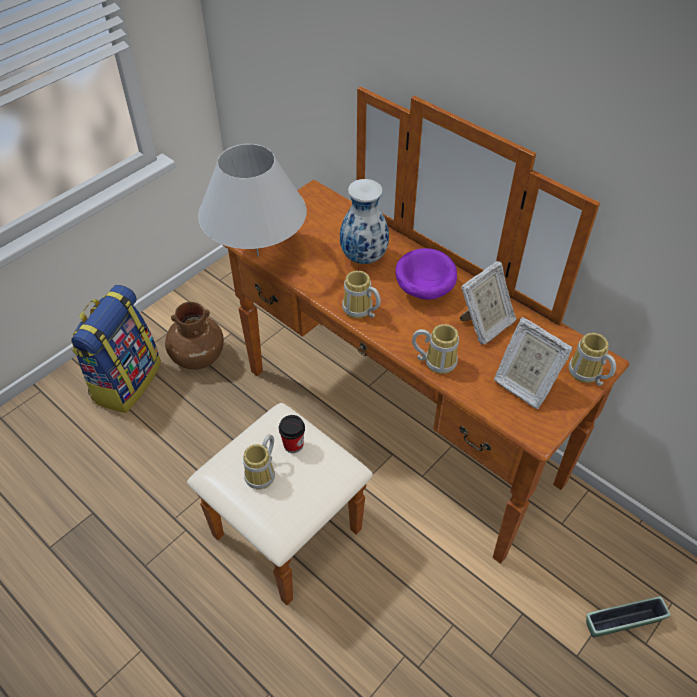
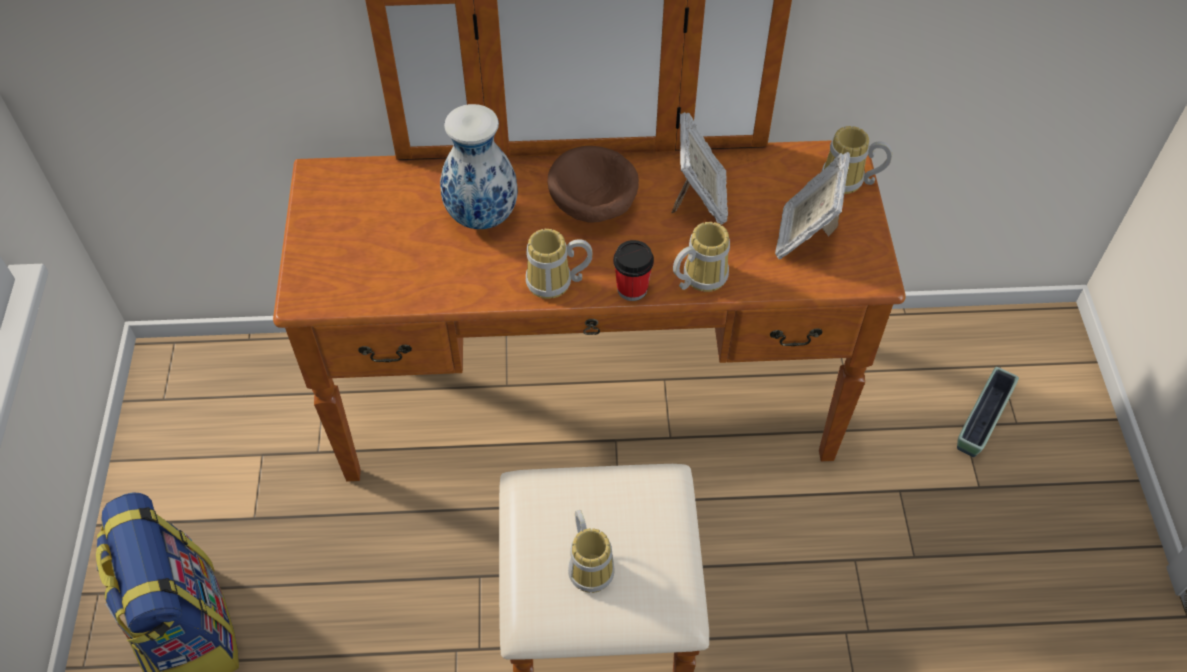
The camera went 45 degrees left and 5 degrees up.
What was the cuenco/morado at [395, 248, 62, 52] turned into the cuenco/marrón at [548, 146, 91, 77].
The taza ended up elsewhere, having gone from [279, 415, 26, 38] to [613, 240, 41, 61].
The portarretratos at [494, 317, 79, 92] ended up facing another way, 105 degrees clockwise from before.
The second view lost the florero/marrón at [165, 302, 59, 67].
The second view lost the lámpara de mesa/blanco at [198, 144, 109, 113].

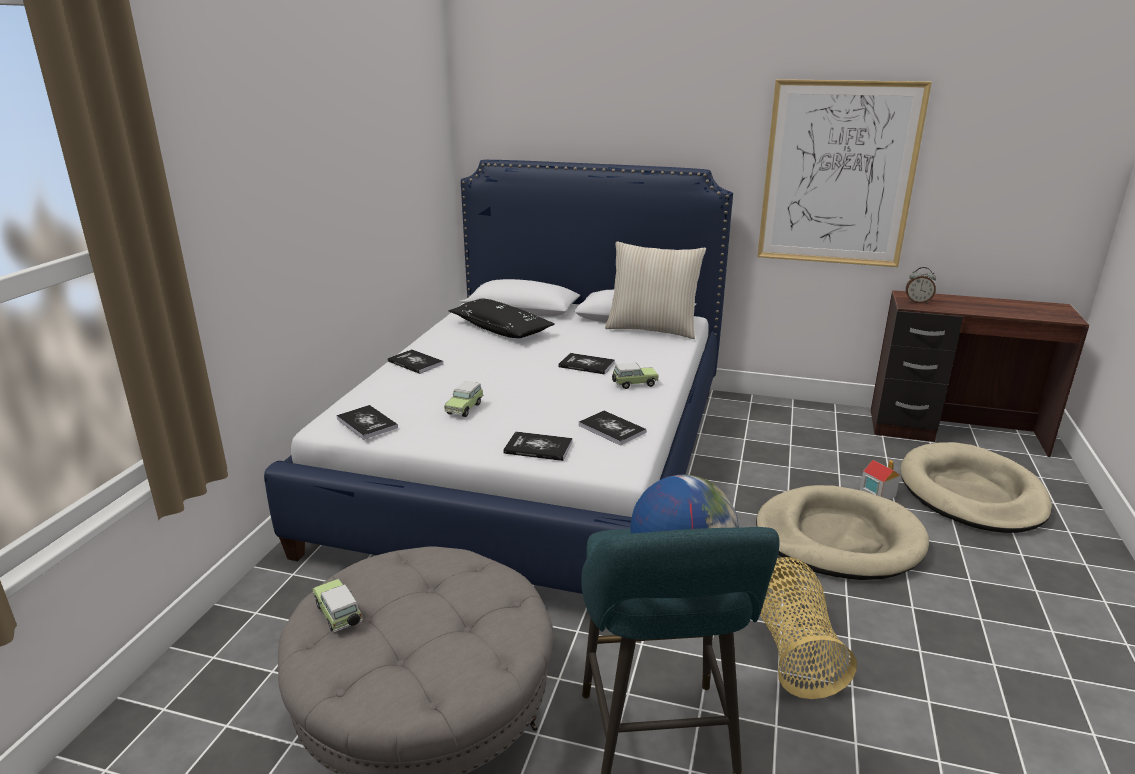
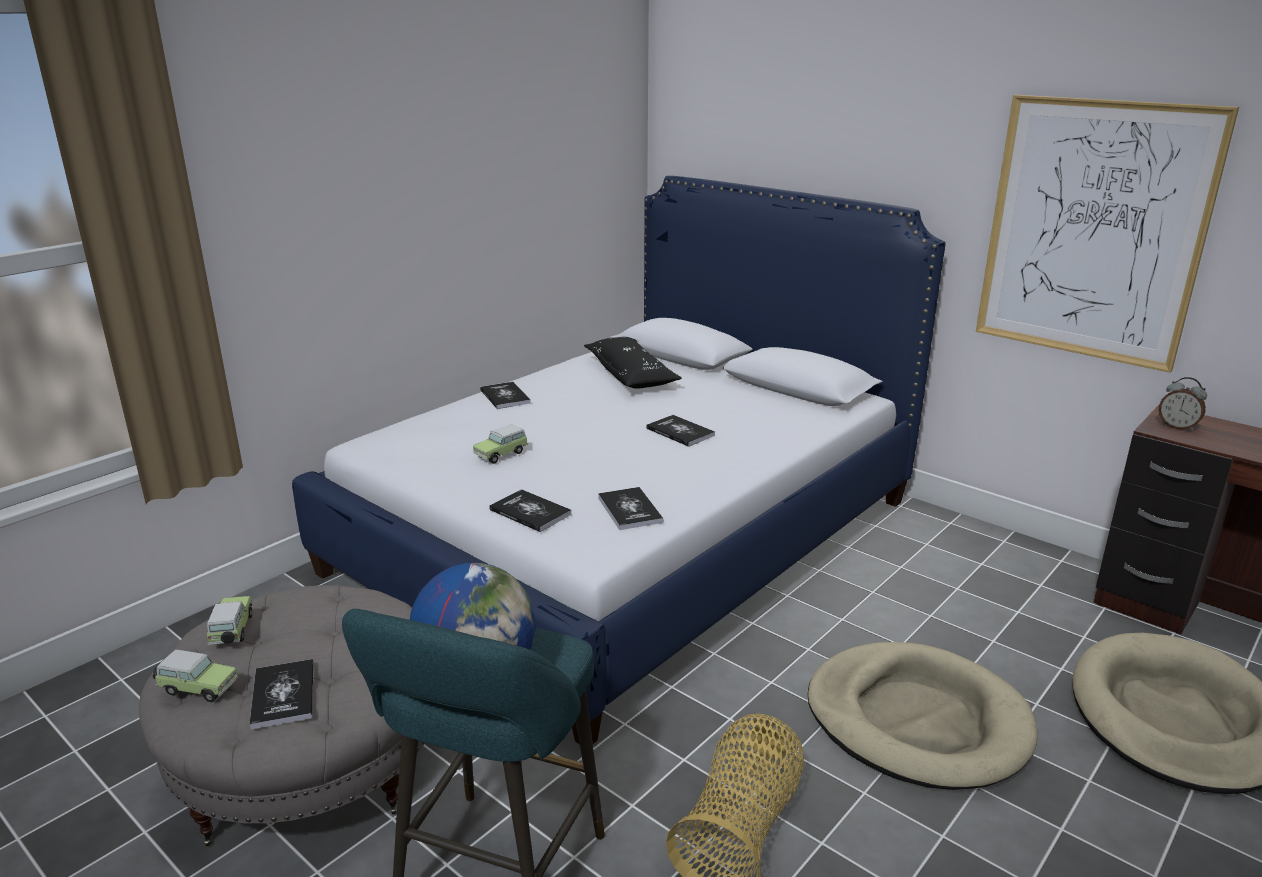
The camera went 25 degrees right and 0 degrees up.
The coche de juguete ended up elsewhere, having gone from [612, 363, 47, 26] to [153, 650, 85, 52].
The libro ended up elsewhere, having gone from [336, 405, 62, 35] to [250, 659, 64, 70].
The second view lost the cojín/beis at [605, 241, 101, 98].
The second view lost the casita at [860, 460, 40, 39].

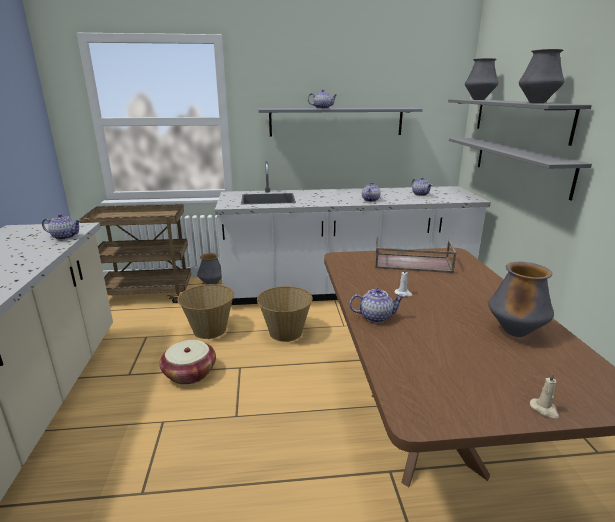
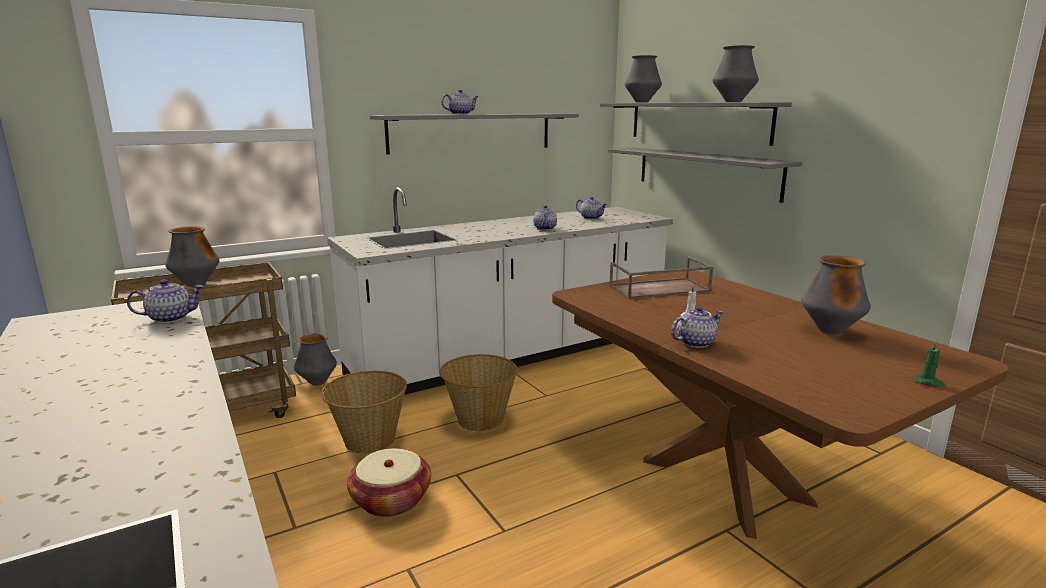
The camera went 25 degrees left and 5 degrees down.
The second view gained the florero at [165, 226, 54, 61].
What was the vela/beis at [530, 372, 29, 47] turned into the vela/verde at [913, 341, 32, 46].

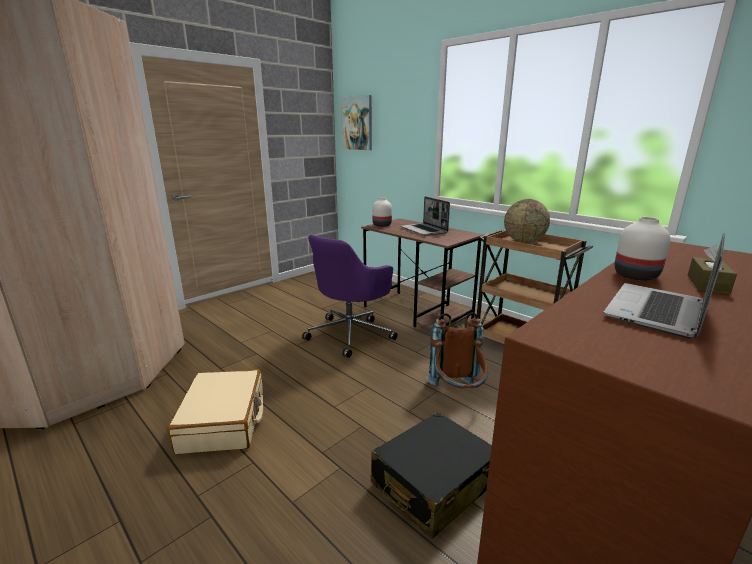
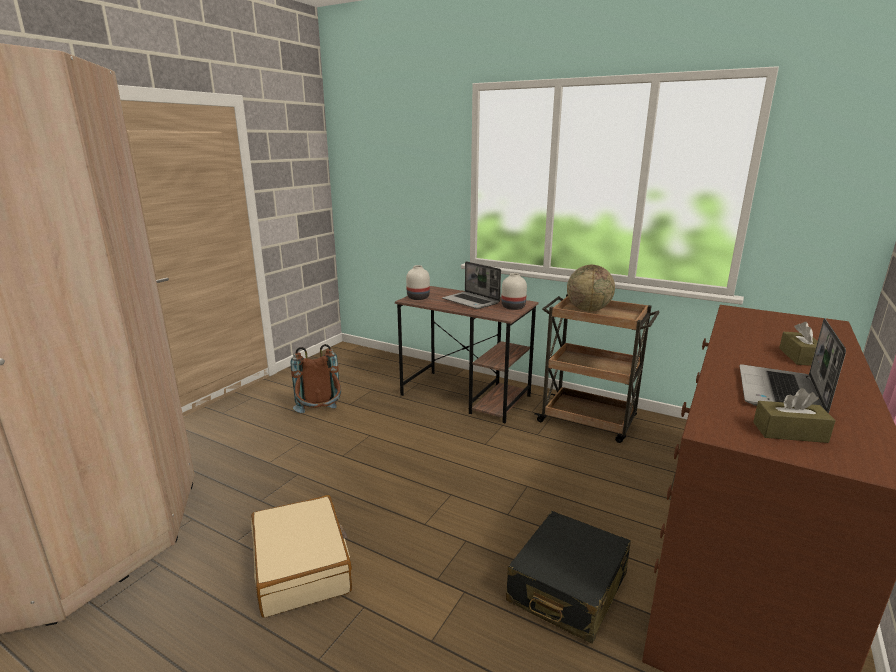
The camera went 15 degrees left and 0 degrees up.
The mochila/marrón ended up elsewhere, having gone from [426, 312, 62, 76] to [290, 344, 51, 69].
The florero/blanco ended up elsewhere, having gone from [615, 217, 55, 64] to [501, 273, 26, 37].
The second view gained the caja de pañuelos/marrón at [753, 388, 83, 55].
The second view lost the silla de oficina/morado at [302, 235, 95, 123].
The second view lost the cuadro at [341, 95, 31, 55].

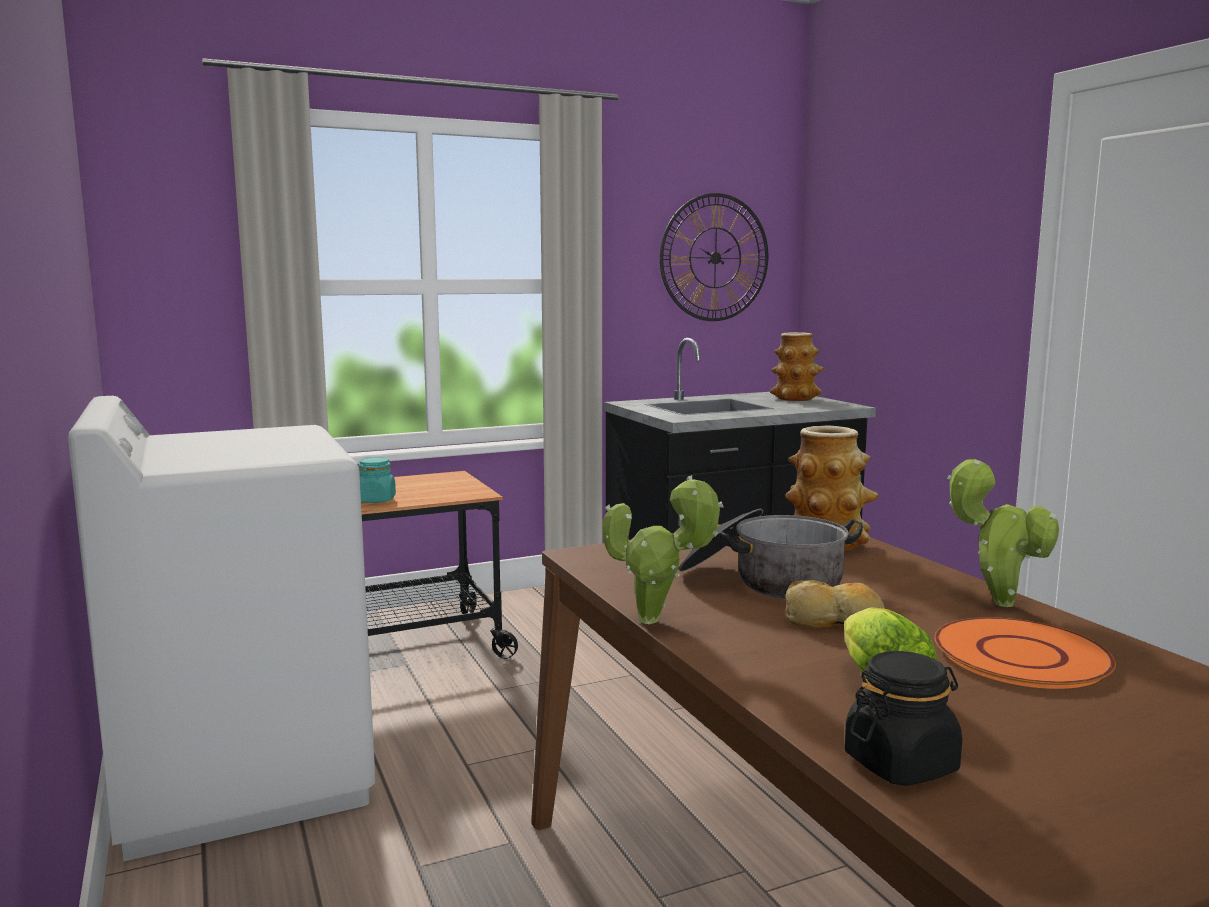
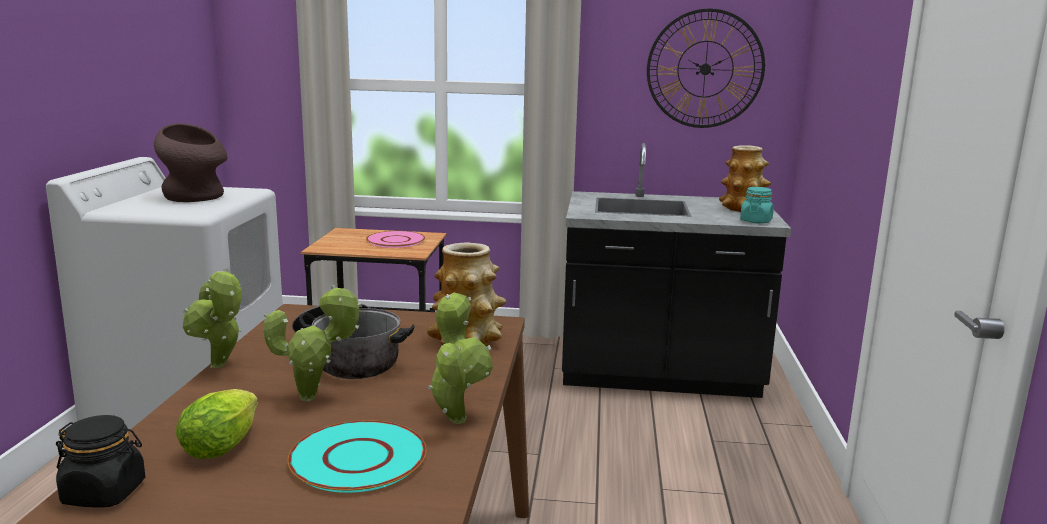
The camera went 30 degrees right and 5 degrees up.
The second view gained the florero/marrón at [154, 123, 74, 79].
Where the pan stood at [785, 580, 100, 48], the planta en maceta came to stand at [263, 285, 99, 117].
What was the plato/naranja at [934, 617, 182, 72] turned into the plato/turquesa at [288, 420, 139, 73].
The second view gained the plato/rosa at [366, 231, 59, 17].
The tarro/turquesa ended up elsewhere, having gone from [358, 457, 38, 46] to [740, 187, 34, 36].

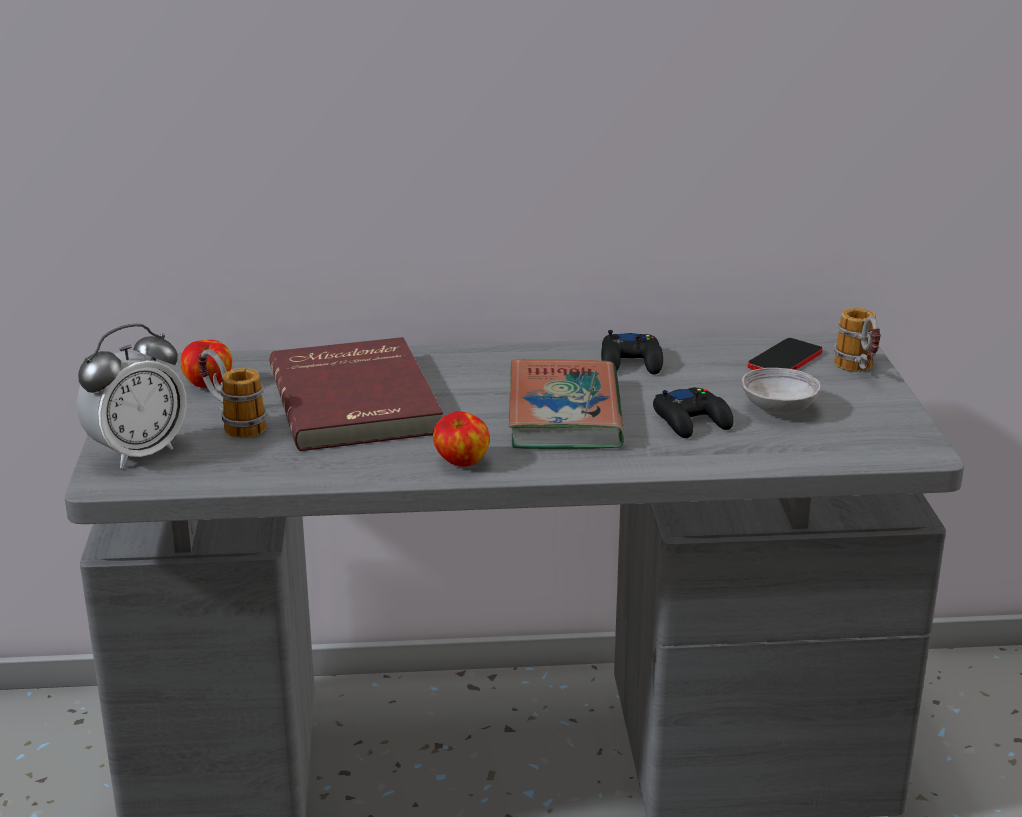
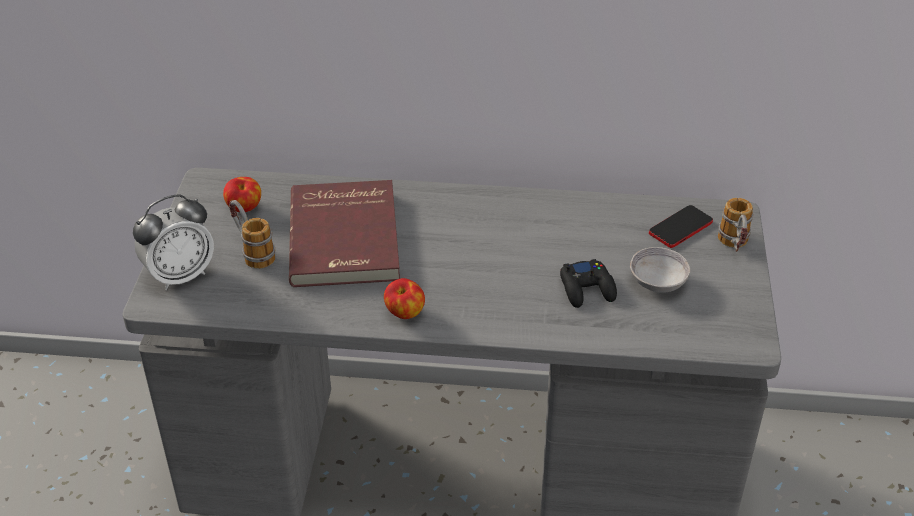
The camera went 10 degrees right and 15 degrees up.
The second view lost the libro at [509, 359, 115, 90].
The second view lost the mando de consola/negro at [601, 330, 62, 44].

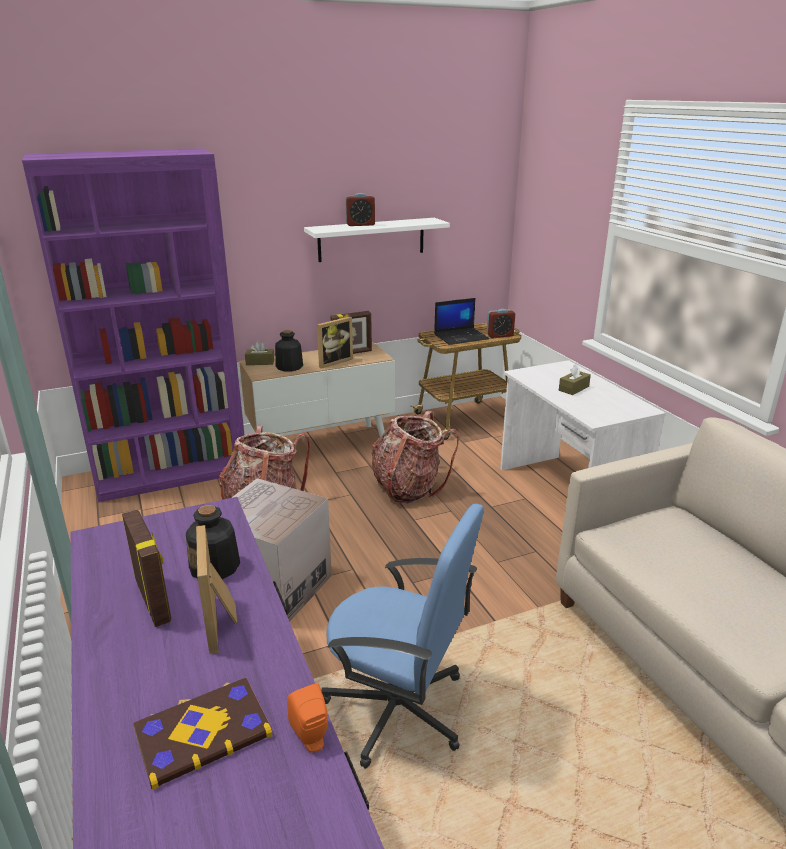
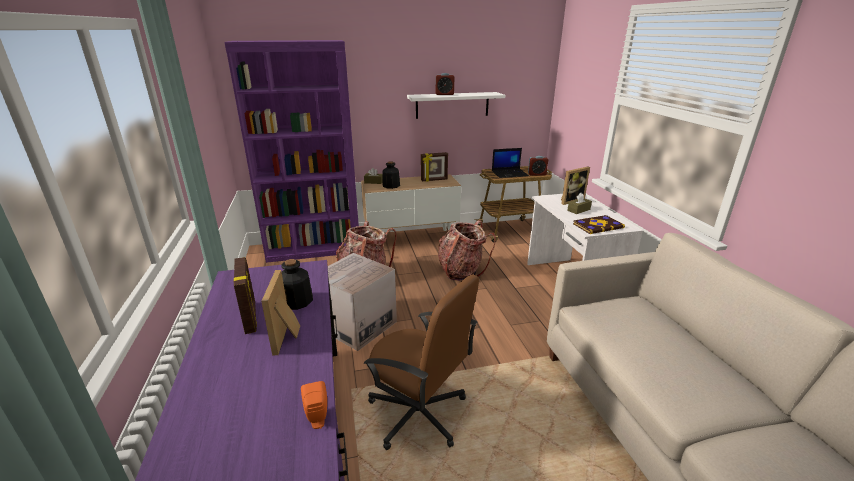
The camera went 10 degrees right and 0 degrees up.
What was the silla de oficina/azul at [321, 504, 163, 265] turned into the silla de oficina/marrón at [364, 275, 115, 175].
The portarretratos ended up elsewhere, having gone from [317, 316, 36, 53] to [561, 166, 29, 39].
The libro ended up elsewhere, having gone from [133, 678, 140, 111] to [573, 215, 52, 19].

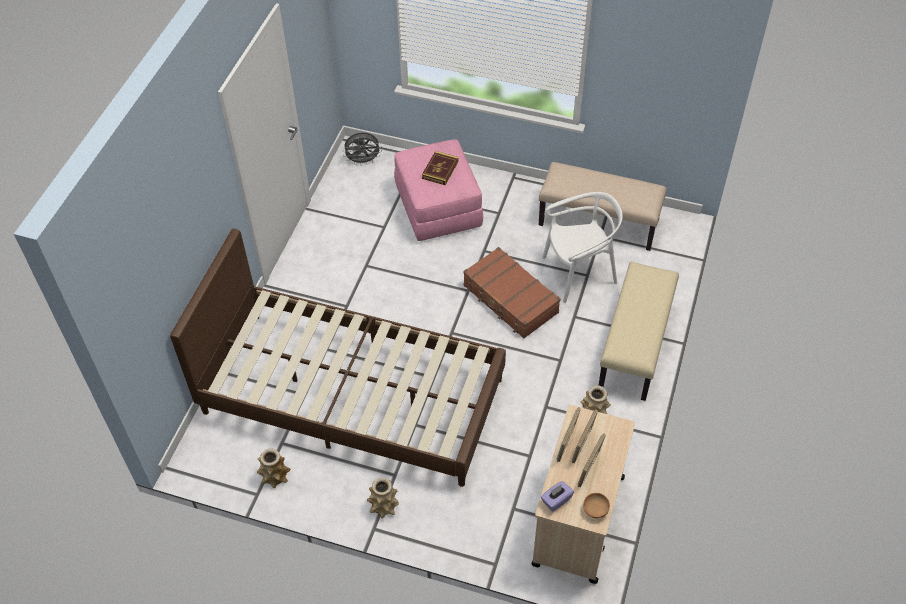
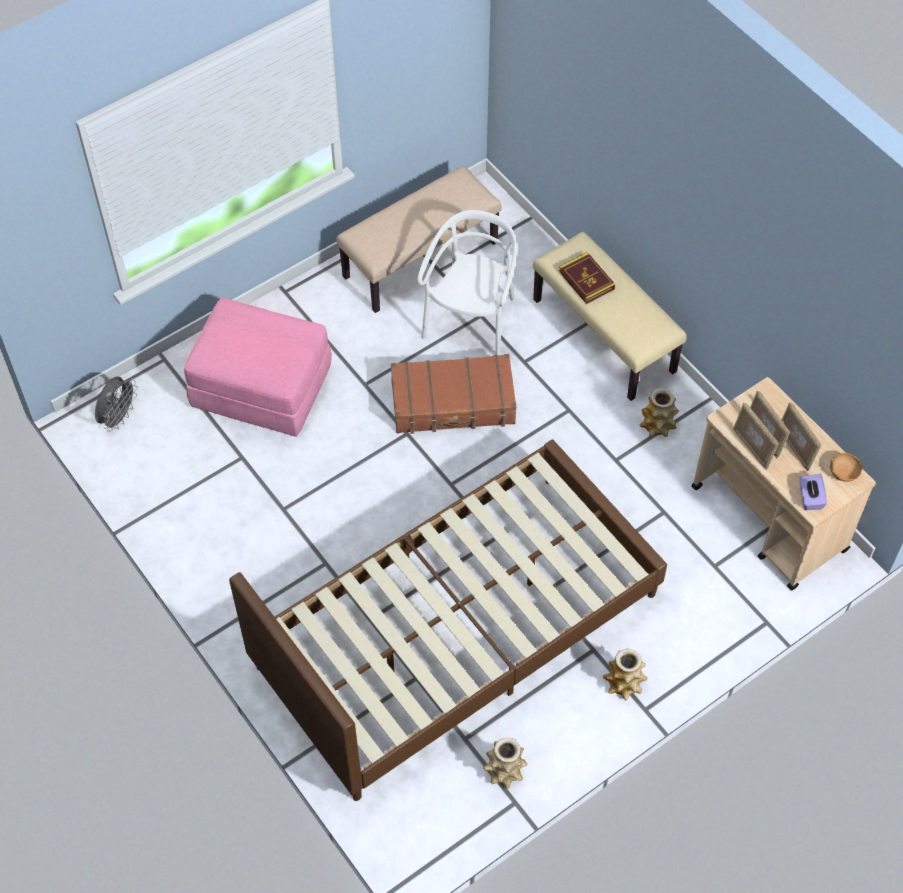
The camera went 55 degrees left and 5 degrees up.
The libro ended up elsewhere, having gone from [422, 151, 37, 34] to [559, 252, 56, 52].

